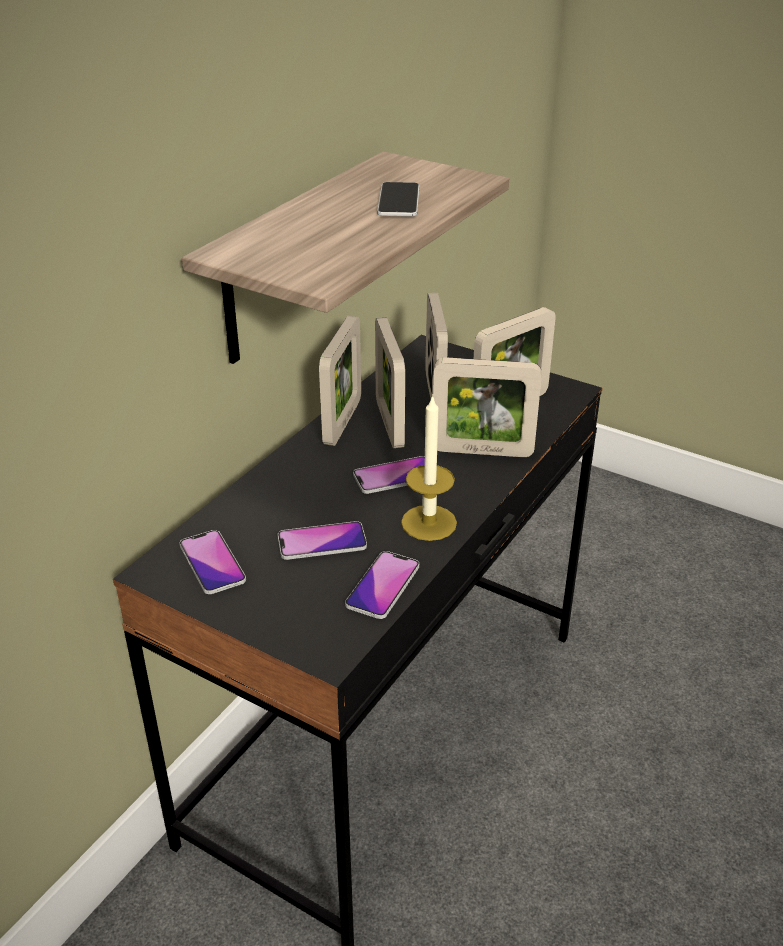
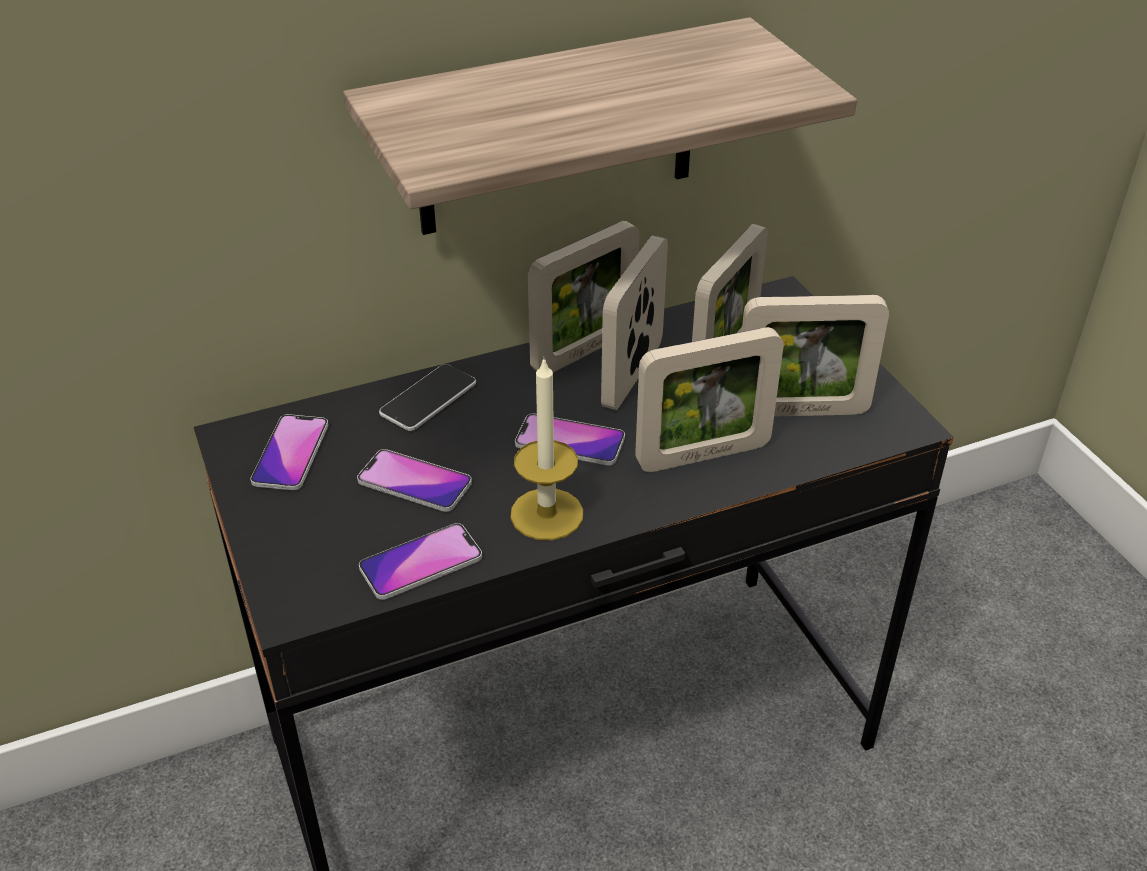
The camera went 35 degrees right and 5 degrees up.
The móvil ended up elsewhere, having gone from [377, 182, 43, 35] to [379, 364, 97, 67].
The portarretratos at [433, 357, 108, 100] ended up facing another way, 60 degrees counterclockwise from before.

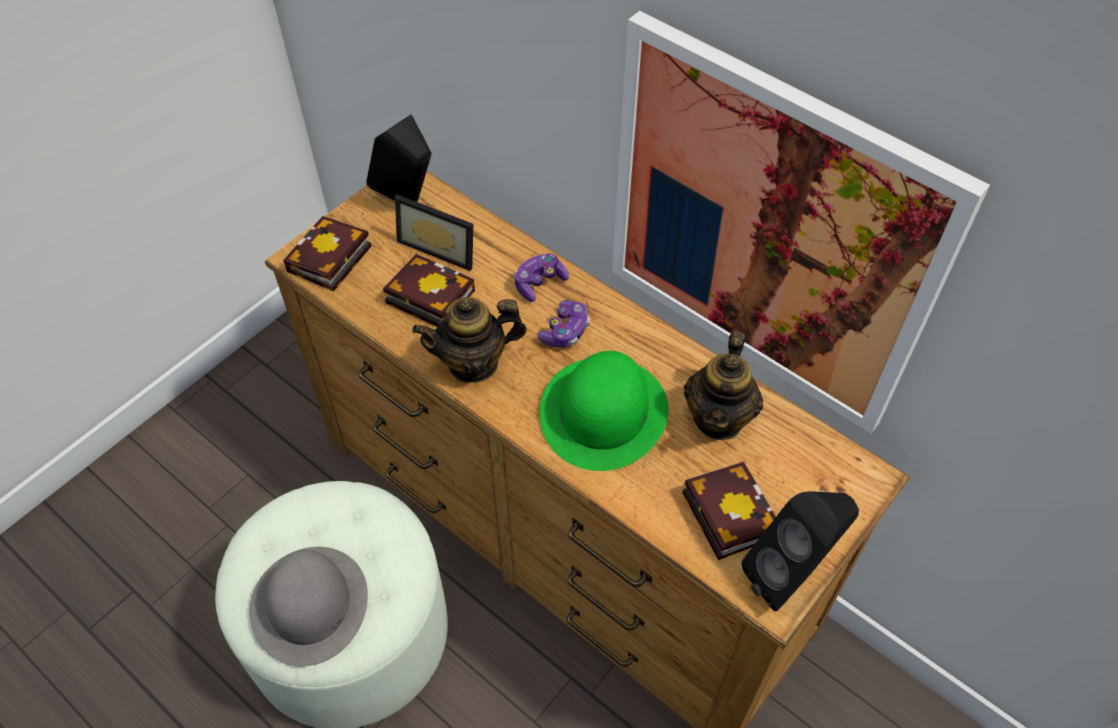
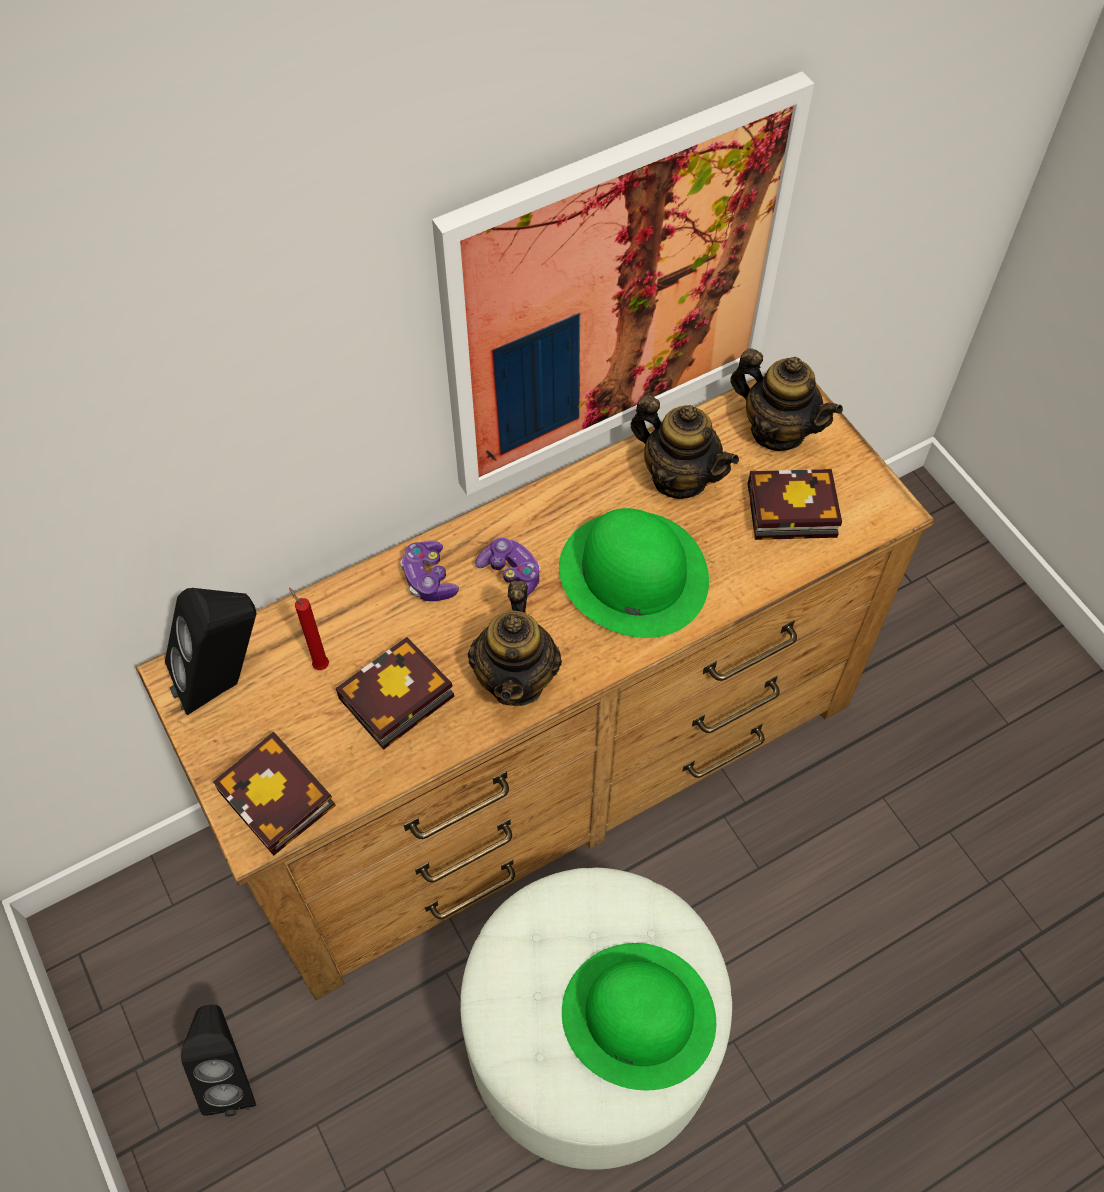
The camera went 70 degrees left and 5 degrees up.
The altavoz/negro ended up elsewhere, having gone from [742, 491, 117, 120] to [181, 1005, 75, 112].
Where the portarretratos stood at [395, 195, 78, 76], the vela/rojo came to stand at [289, 588, 40, 82].
What was the sombrero/gris at [249, 547, 119, 119] turned into the sombrero/verde at [562, 943, 154, 147].
The second view gained the tetera at [730, 348, 113, 103].

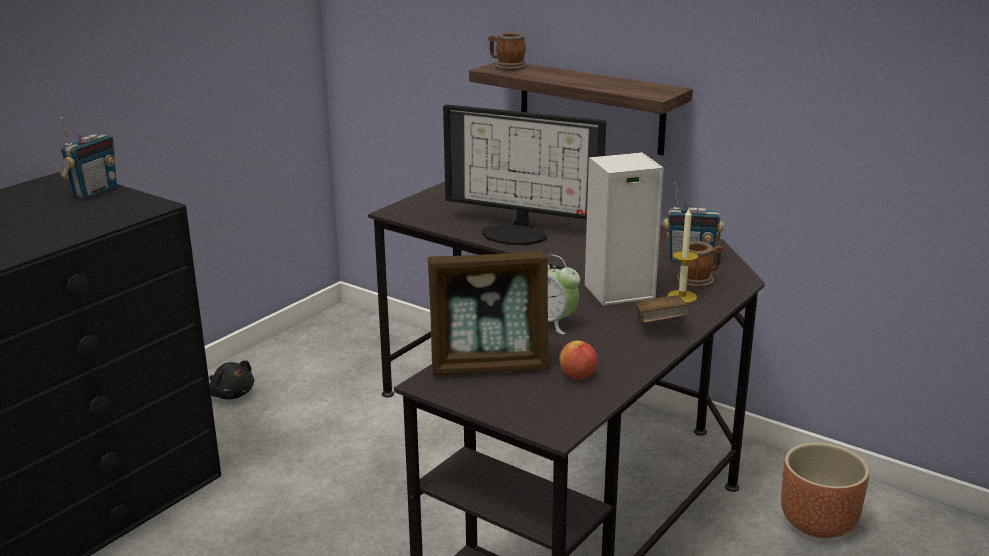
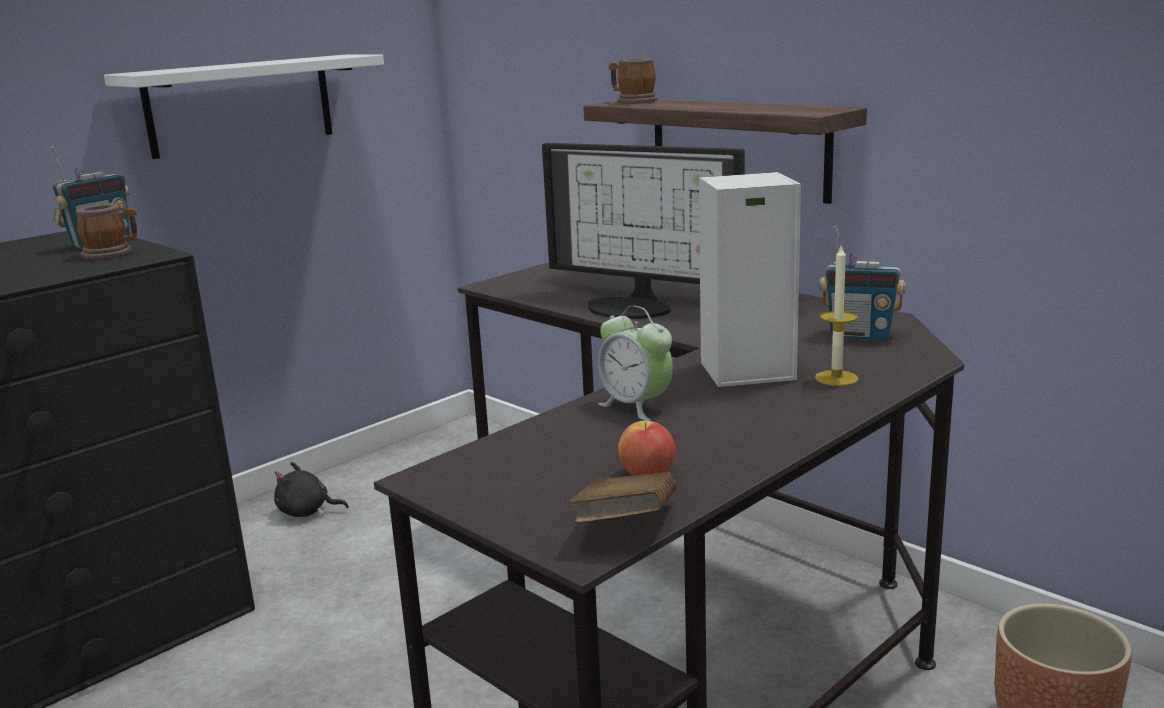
The camera went 10 degrees right and 5 degrees down.
The taza grande ended up elsewhere, having gone from [677, 241, 46, 48] to [76, 203, 61, 57].
The second view gained the estante/blanco at [104, 55, 280, 104].
The peluche/negro at [209, 360, 45, 39] ended up facing another way, 135 degrees clockwise from before.
The libro/marrón ended up elsewhere, having gone from [635, 295, 54, 28] to [570, 472, 107, 51].
The second view lost the portarretratos at [428, 252, 121, 124].

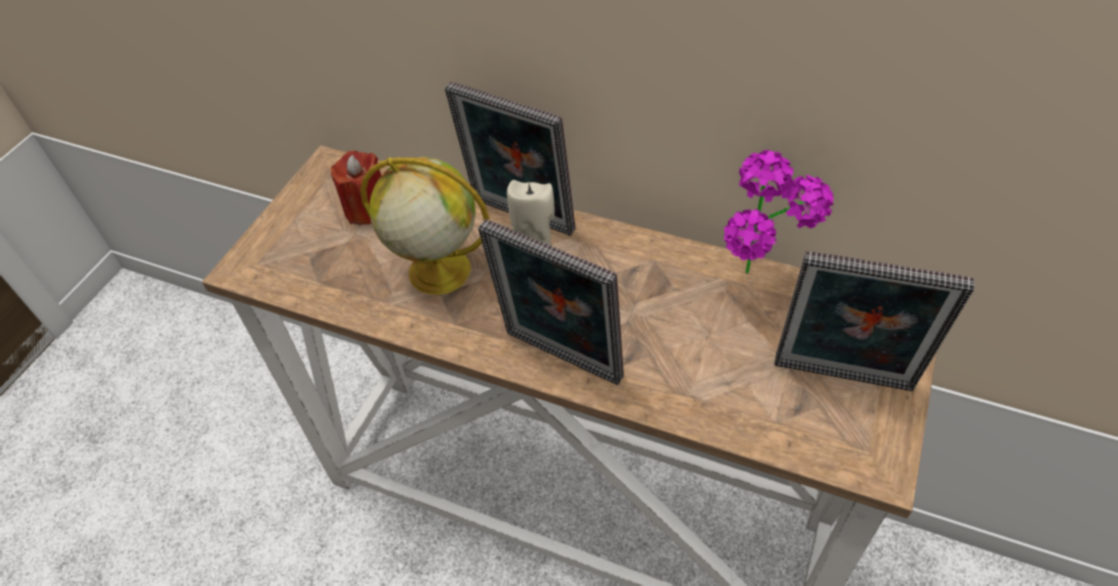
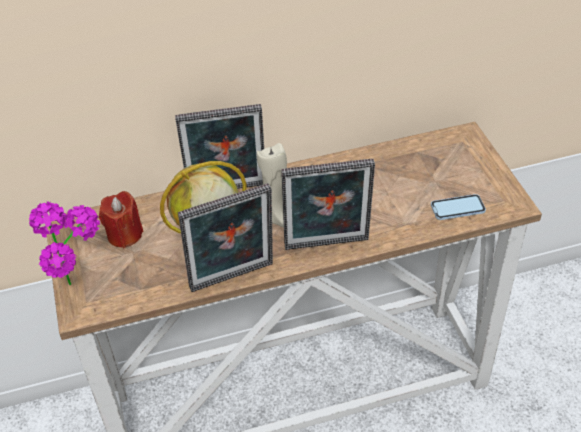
The camera went 40 degrees left and 5 degrees down.
The planta en maceta ended up elsewhere, having gone from [724, 150, 110, 124] to [29, 201, 71, 85].
The portarretratos ended up elsewhere, having gone from [775, 251, 200, 140] to [178, 183, 95, 109].
The second view gained the móvil at [431, 194, 55, 26].

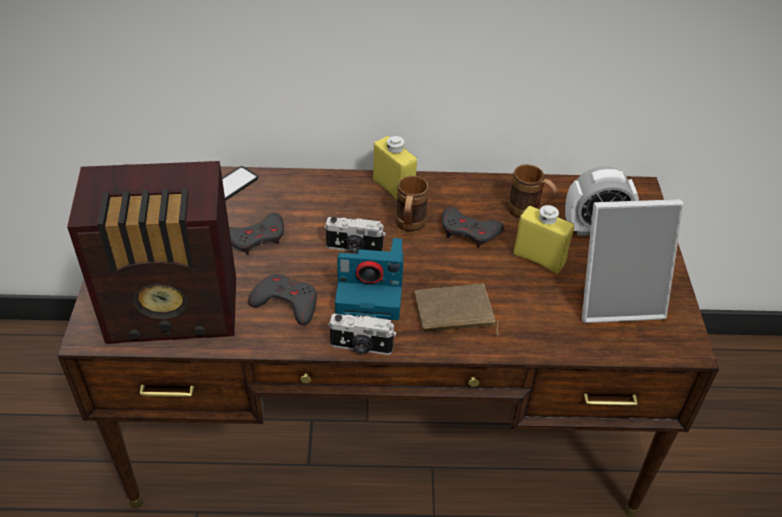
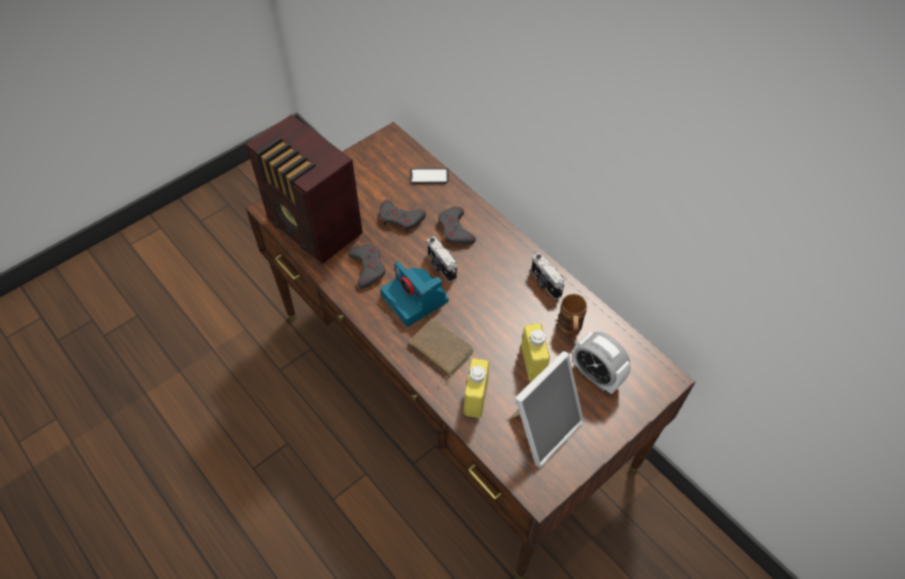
The camera went 50 degrees right and 10 degrees up.
The mando de consola/gris ended up elsewhere, having gone from [442, 207, 62, 41] to [438, 207, 38, 38].
The botella/amarillo ended up elsewhere, having gone from [373, 136, 44, 64] to [464, 358, 25, 60].
The portarretratos at [582, 199, 102, 124] ended up facing another way, 90 degrees counterclockwise from before.
The cámara ended up elsewhere, having gone from [328, 314, 68, 41] to [531, 253, 34, 46].
The second view lost the taza grande/marrón at [396, 176, 33, 56].

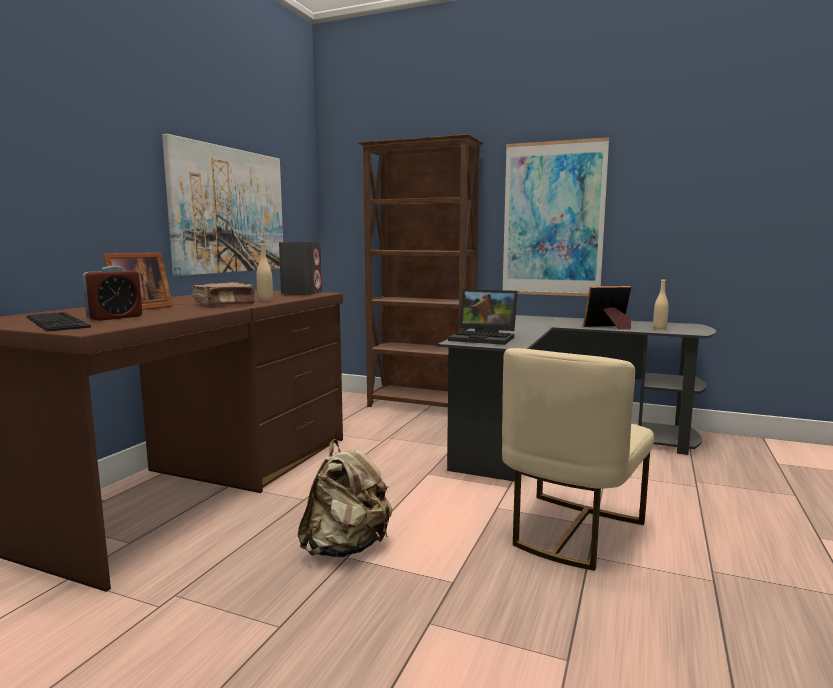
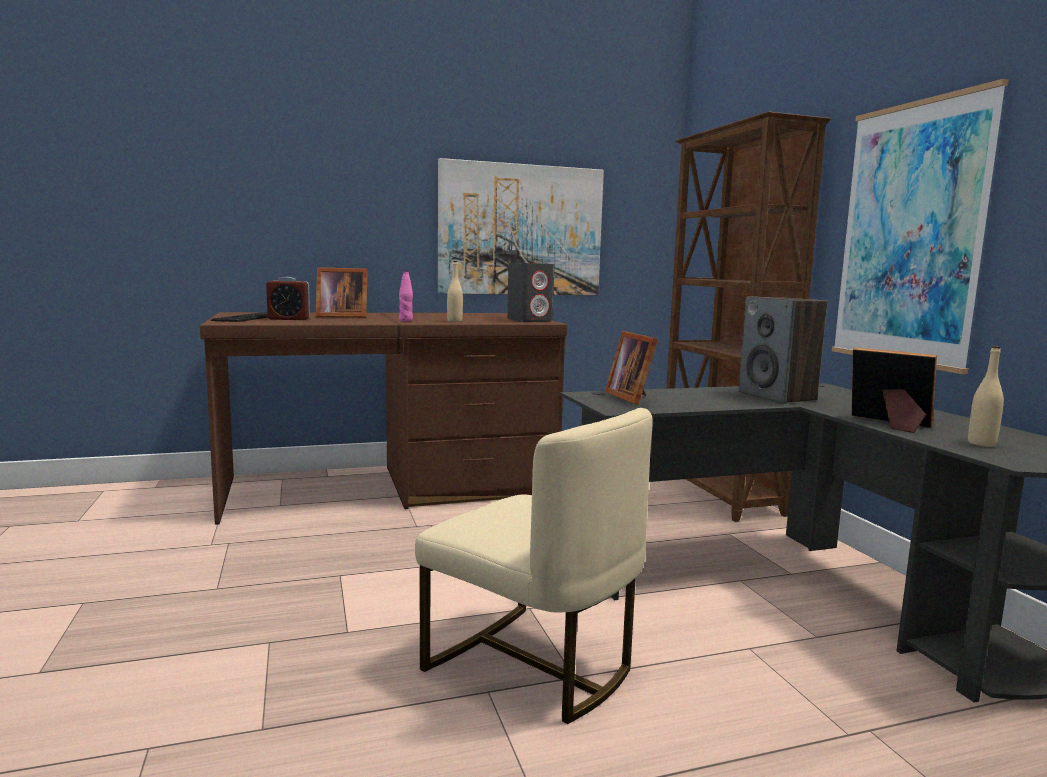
The camera went 50 degrees right and 0 degrees up.
Where the libro/marrón stood at [192, 282, 63, 23], the botella/rosa came to stand at [399, 270, 14, 51].
The silla/beis at [502, 348, 152, 223] ended up facing another way, 135 degrees counterclockwise from before.
Where the portátil stood at [448, 289, 70, 56], the portarretratos came to stand at [605, 331, 53, 74].
The second view gained the altavoz at [739, 296, 88, 108].
The second view lost the mochila/beis at [298, 439, 94, 118].

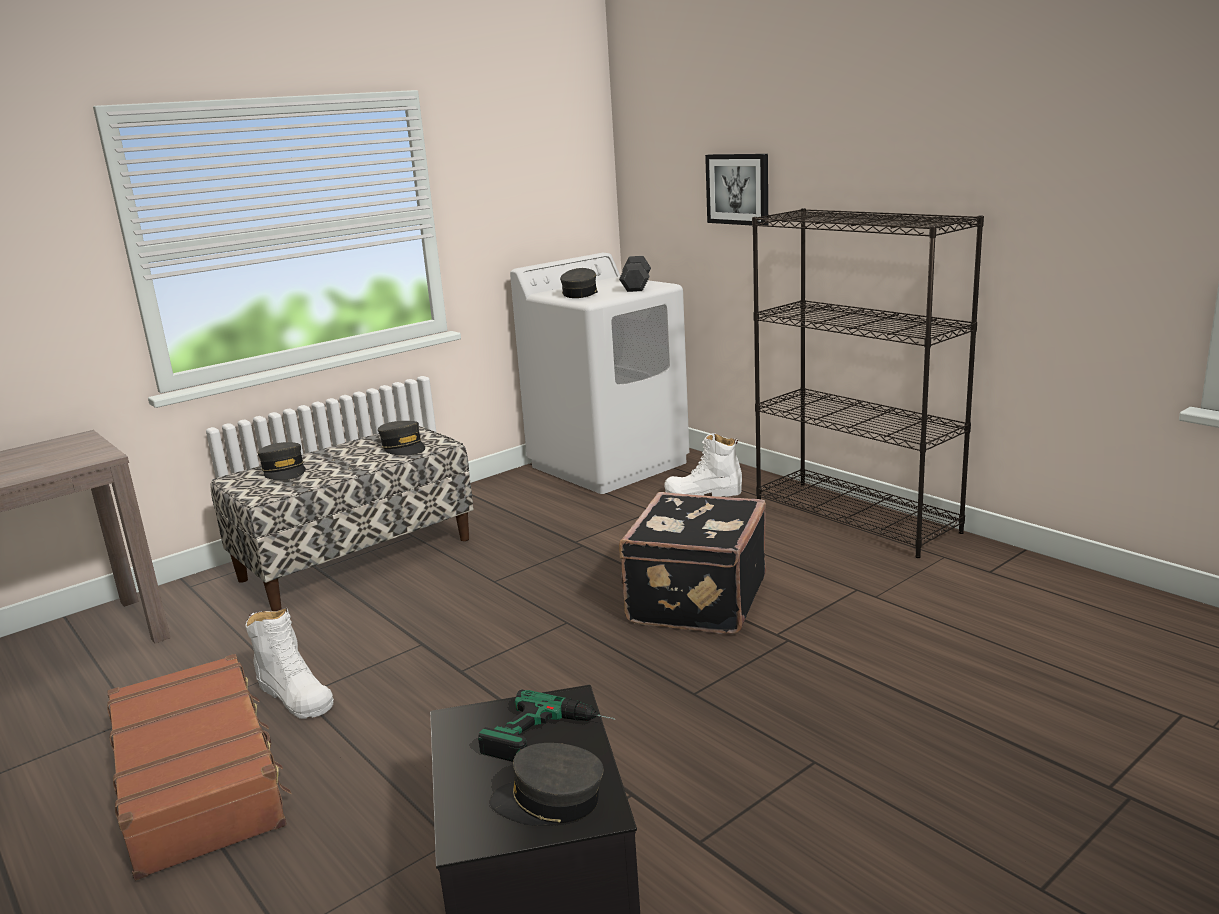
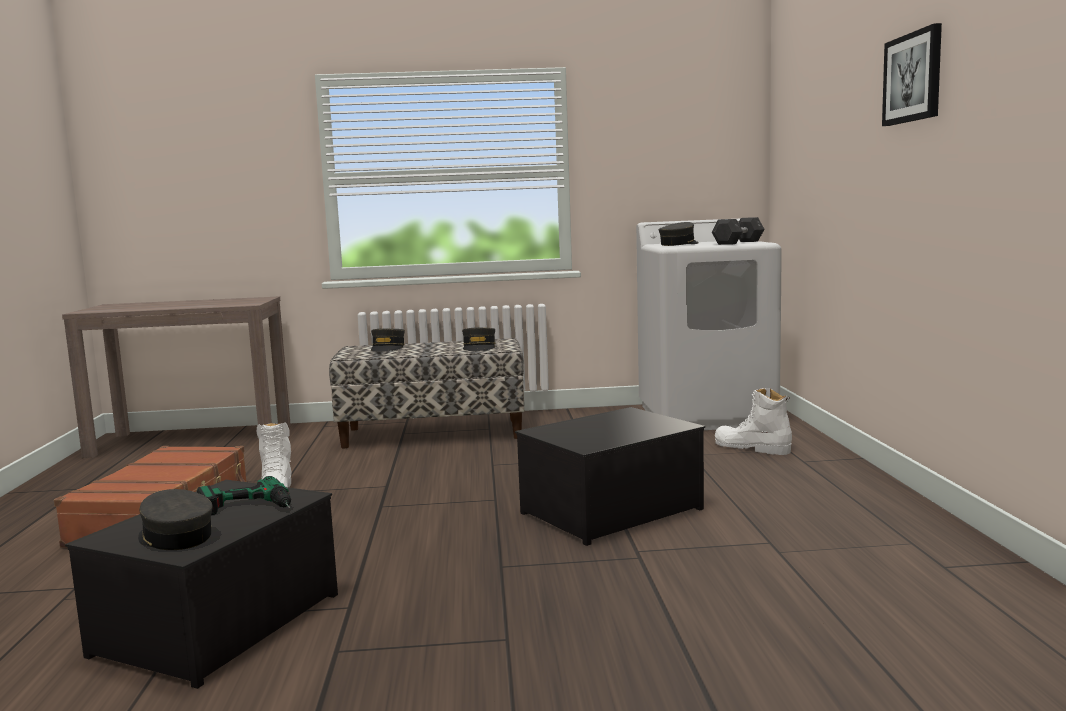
The camera went 35 degrees right and 10 degrees down.
Where the maleta/negro stood at [619, 492, 147, 142], the caja de almacenaje came to stand at [515, 407, 190, 139].
The cuadro ended up elsewhere, having gone from [705, 154, 63, 72] to [882, 23, 60, 103].
The second view lost the estantería/negro at [752, 208, 232, 350].

